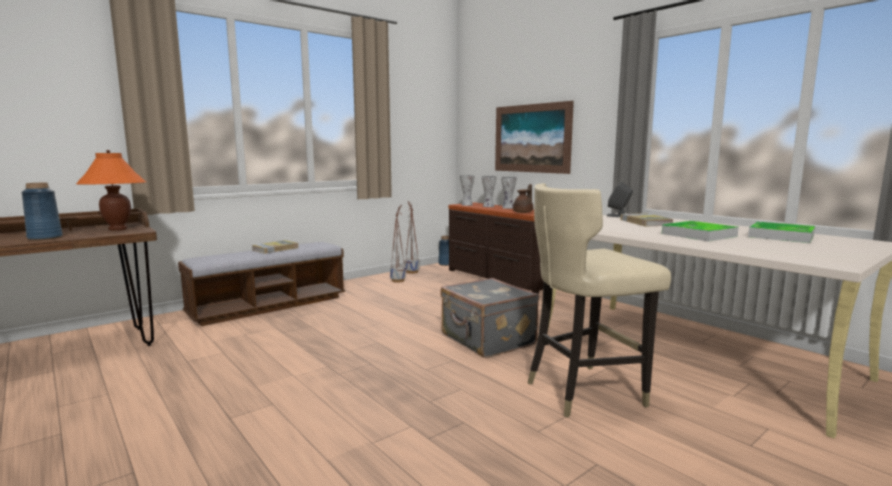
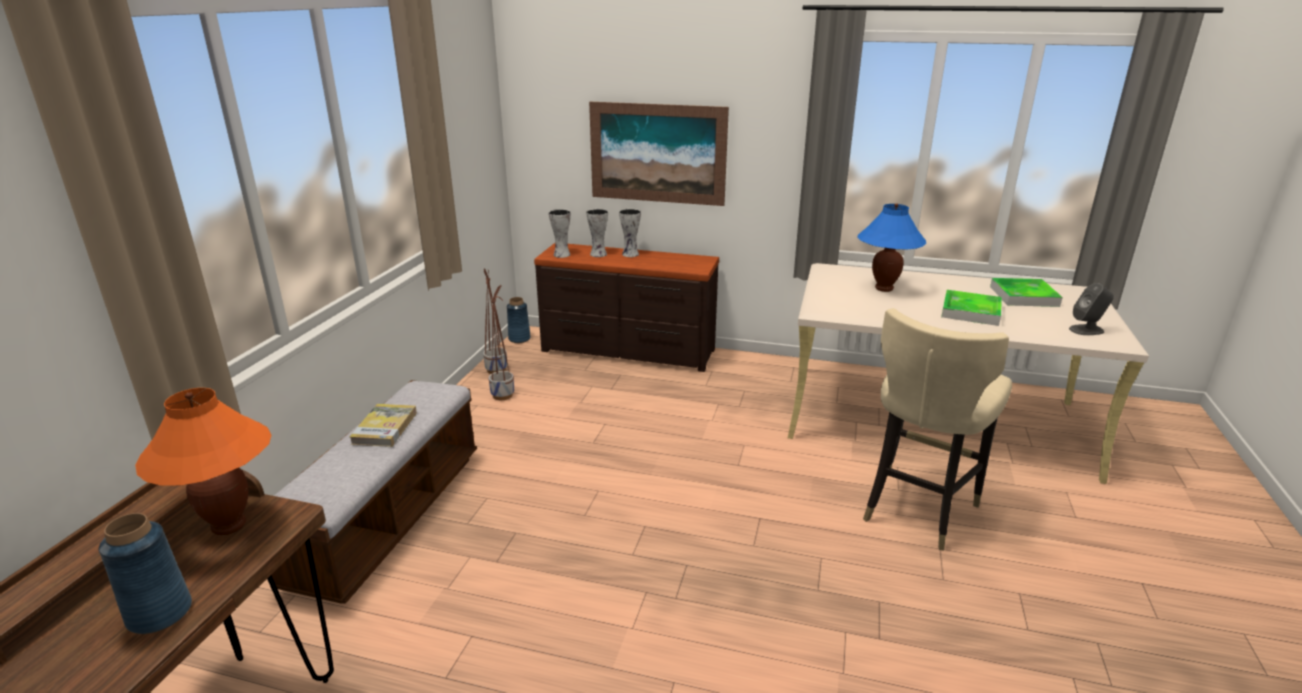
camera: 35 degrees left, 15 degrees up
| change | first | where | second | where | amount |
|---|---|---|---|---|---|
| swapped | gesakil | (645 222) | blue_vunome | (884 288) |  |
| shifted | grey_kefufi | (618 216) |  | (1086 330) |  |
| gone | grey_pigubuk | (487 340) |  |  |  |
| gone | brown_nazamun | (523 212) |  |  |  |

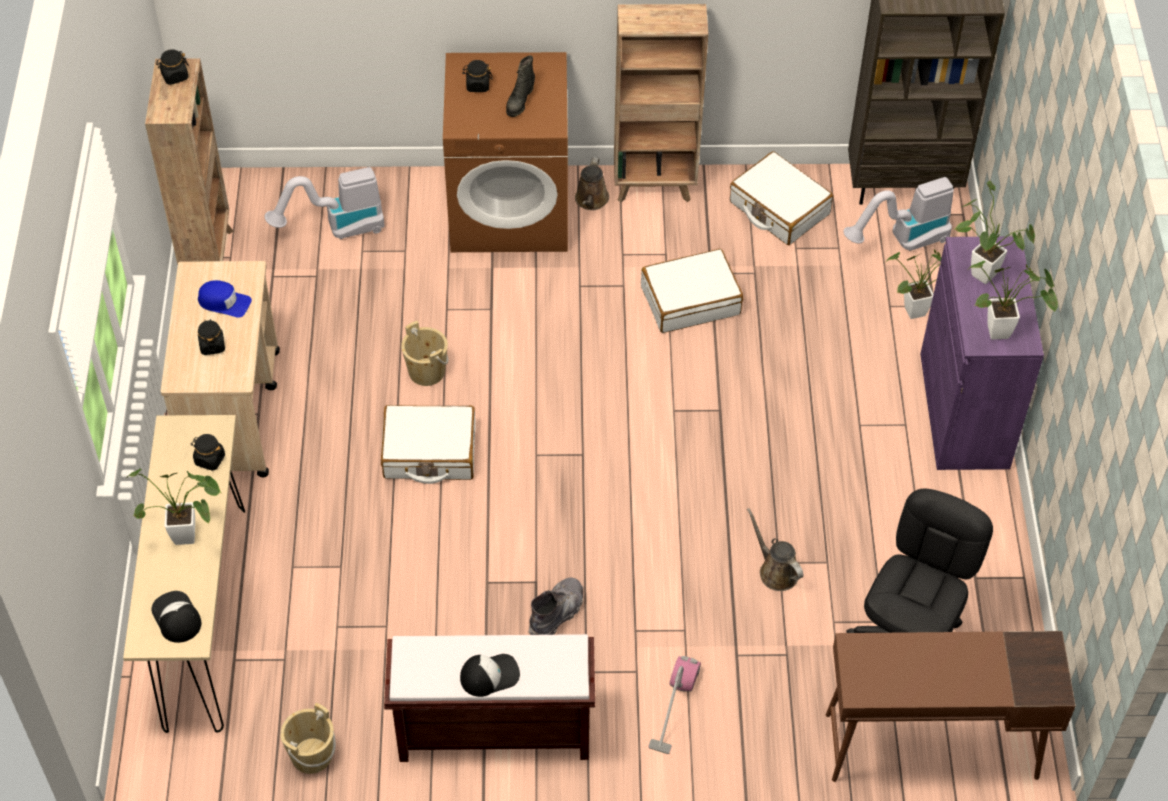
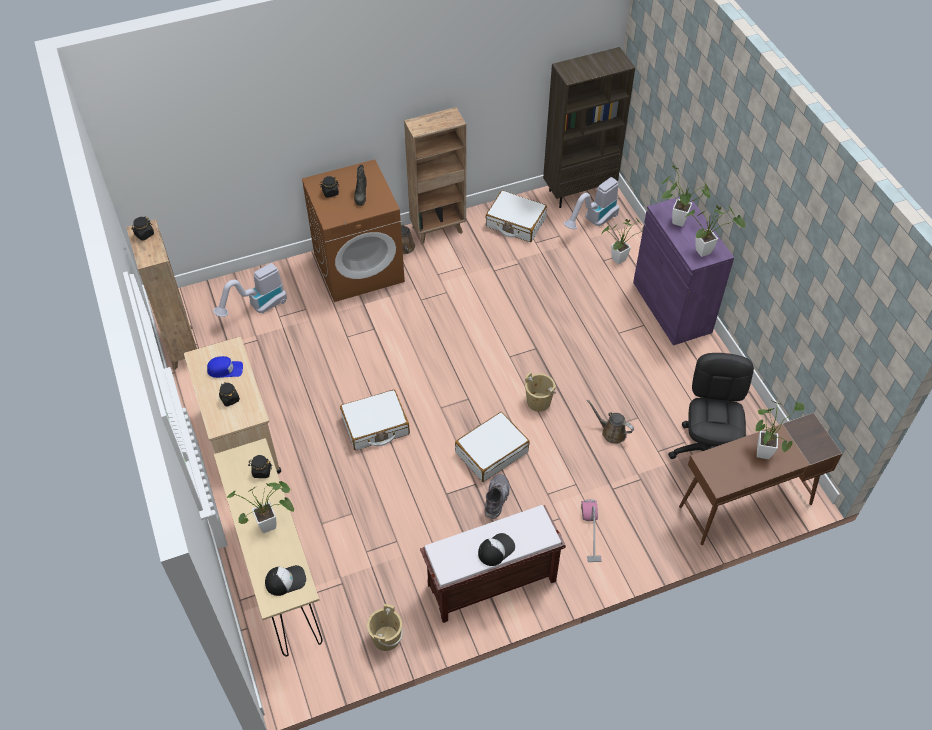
camera: 20 degrees left, 0 degrees up
| change | first | where | second | where | amount |
|---|---|---|---|---|---|
| rotated | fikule | (176 617) |  | (285 580) | 120 degrees clockwise |
| shifted | white_pigubuk | (690 300) |  | (491 452) |  |
| shifted | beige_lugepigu | (426 371) |  | (538 402) |  |
| new |  |  | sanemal | (763 450) |  |

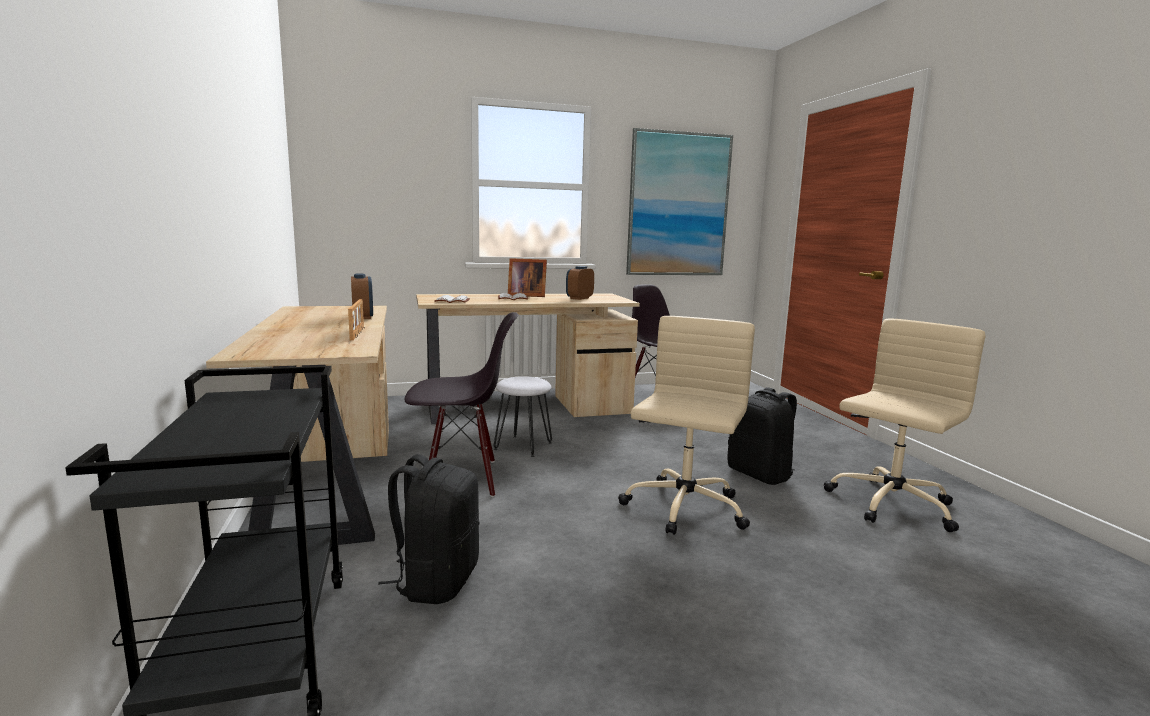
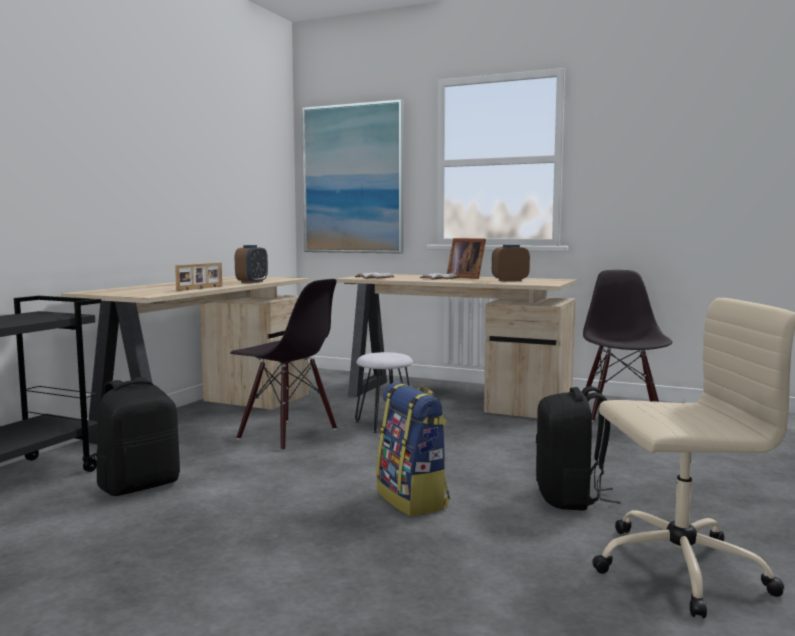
camera: 40 degrees right, 5 degrees down
| change | first | where | second | where | amount |
|---|---|---|---|---|---|
| shifted | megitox | (678 205) |  | (353 179) |  |
| swapped | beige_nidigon | (683 509) | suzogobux | (413 500) |  |

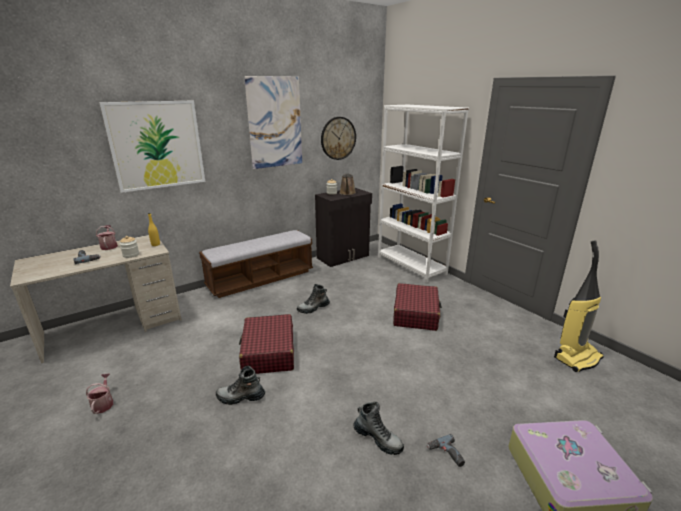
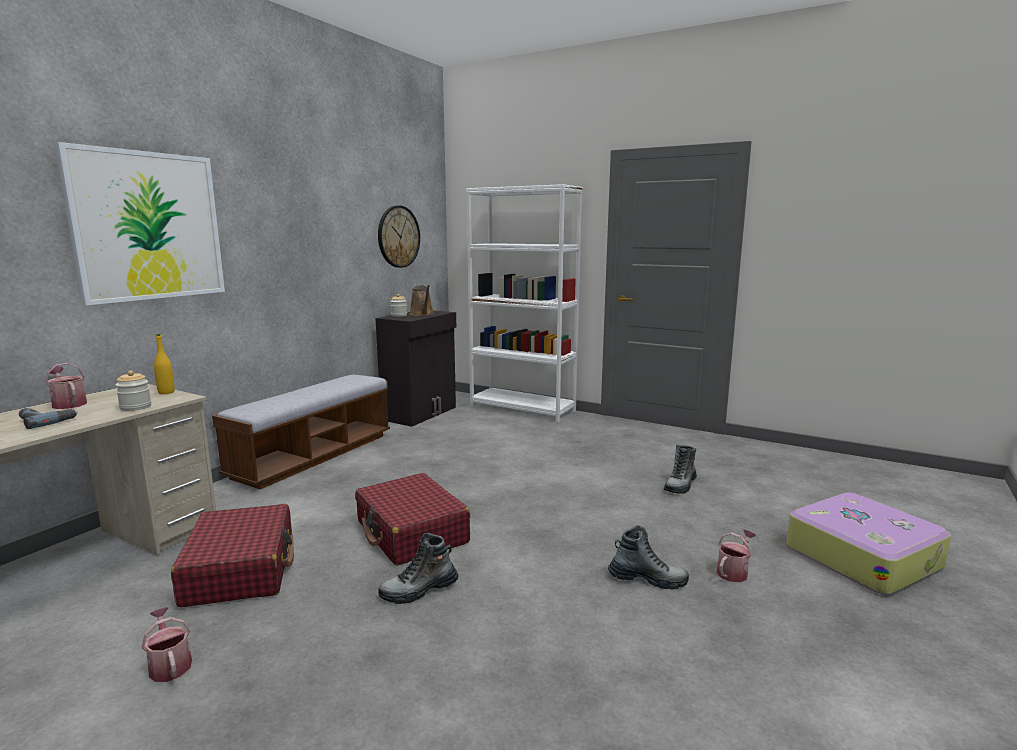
camera: 25 degrees left, 10 degrees down
| change | first | where | second | where | amount |
|---|---|---|---|---|---|
| shifted | red_pigubuk | (415 314) |  | (241 569) |  |
| shifted | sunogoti | (313 308) |  | (680 485) |  |
| swapped | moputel | (446 455) | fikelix | (734 571) |  |
| gone | megitox | (275 123) |  |  |  |
| gone | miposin | (577 357) |  |  |  |

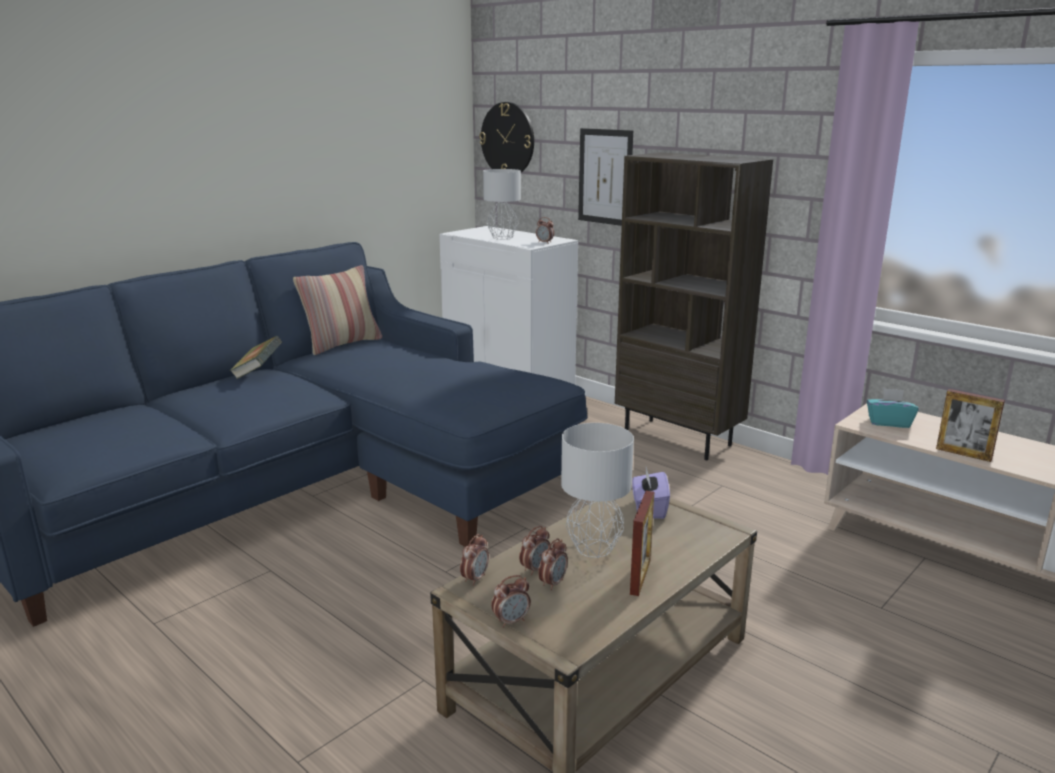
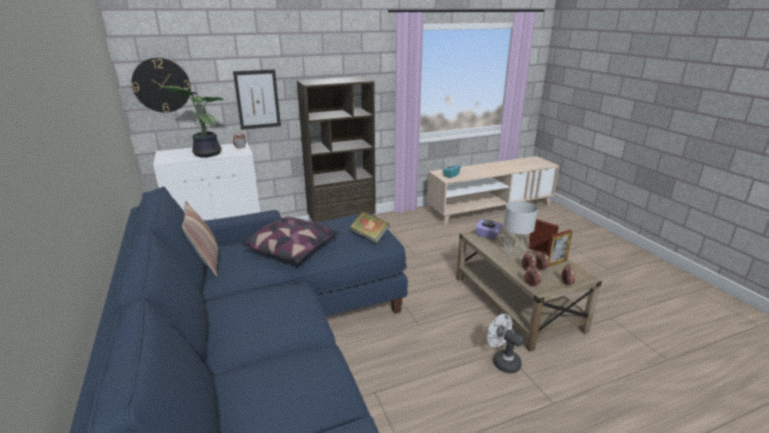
camera: 65 degrees left, 5 degrees up
| change | first | where | second | where | amount |
|---|---|---|---|---|---|
| swapped | grey_vunome | (502 238) | sanemal | (205 154) |  |
| new |  |  | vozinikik | (293 250) |  |
| shifted | gesakil | (258 372) |  | (369 236) |  |
| new |  |  | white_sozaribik | (502 361) |  |
| shifted | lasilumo | (963 454) |  | (555 263) |  |

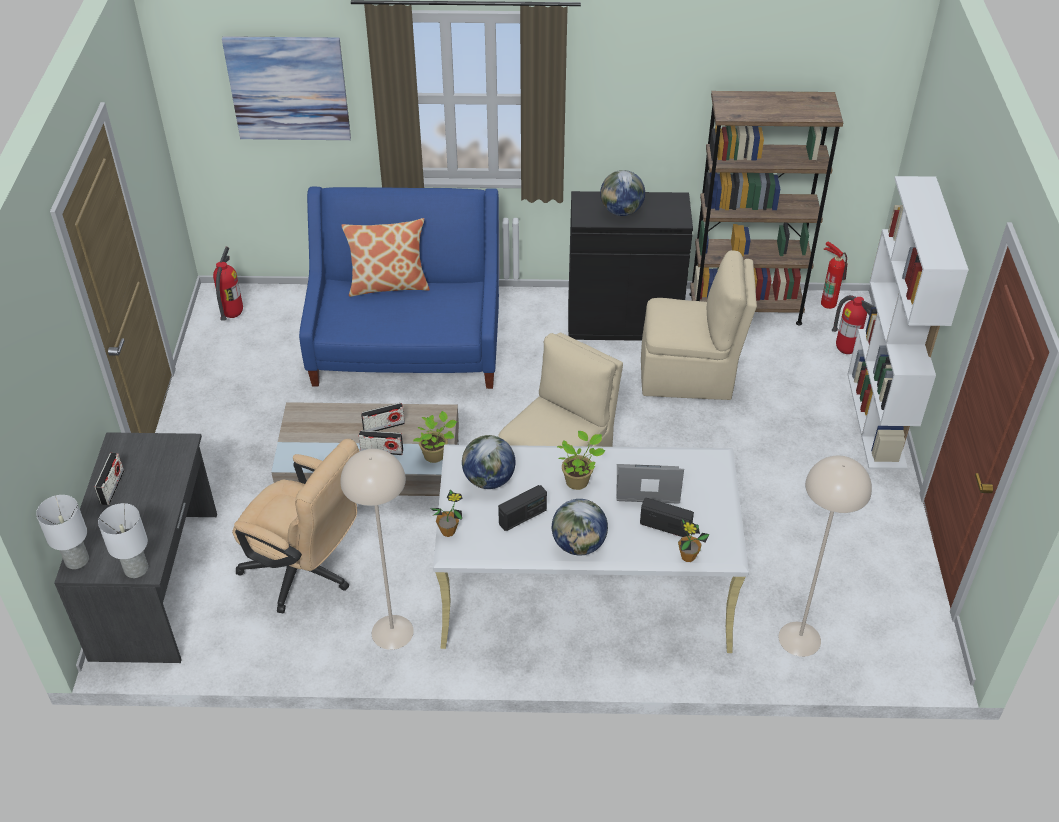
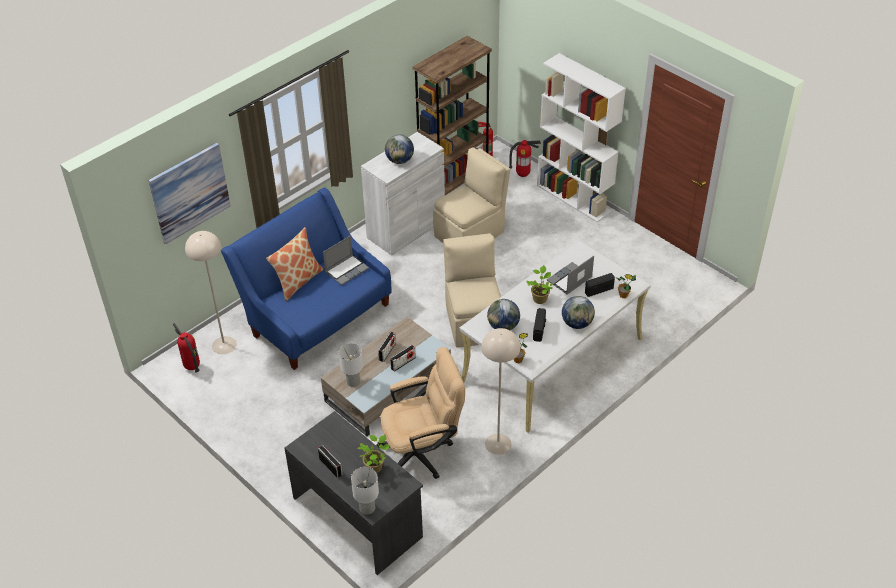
camera: 45 degrees left, 0 degrees up
| change | first | where | second | where | amount |
|---|---|---|---|---|---|
| shifted | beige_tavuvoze | (800 638) |  | (224 345) |  |
| new |  |  | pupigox | (346 270) |  |
| shifted | white_vunome | (136 569) |  | (353 381) |  |
| shifted | sanemal | (436 455) |  | (375 467) |  |
| repainted | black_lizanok | (623 321) | white_lizanok | (406 229) |  |

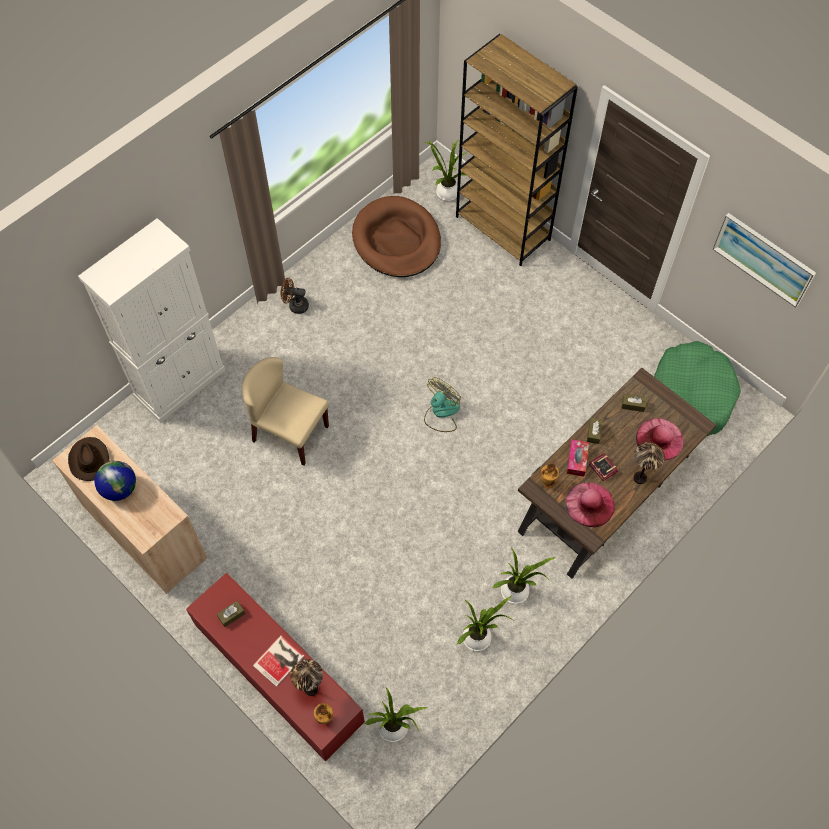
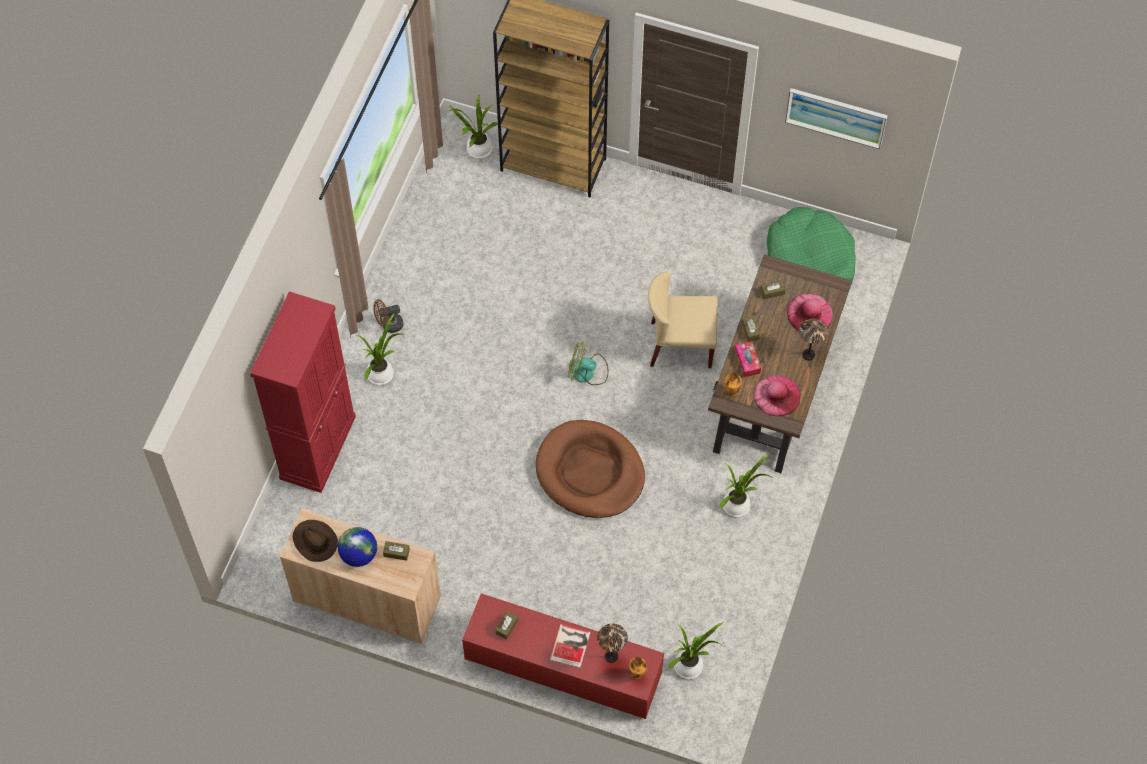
camera: 25 degrees left, 0 degrees up
| change | first | where | second | where | amount |
|---|---|---|---|---|---|
| repainted | white_lizanok | (180 383) | red_lizanok | (318 447) |  |
| shifted | sanemal | (479 637) |  | (382 373) |  |
| new |  |  | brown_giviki | (396 553) |  |
| shifted | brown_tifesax | (397 240) |  | (590 472) |  |
| rotated | sozaribik | (441 413) |  | (587 372) | 90 degrees counterclockwise |
| shifted | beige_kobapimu | (290 433) |  | (680 345) |  |
| gone | gesakil | (603 469) |  |  |  |

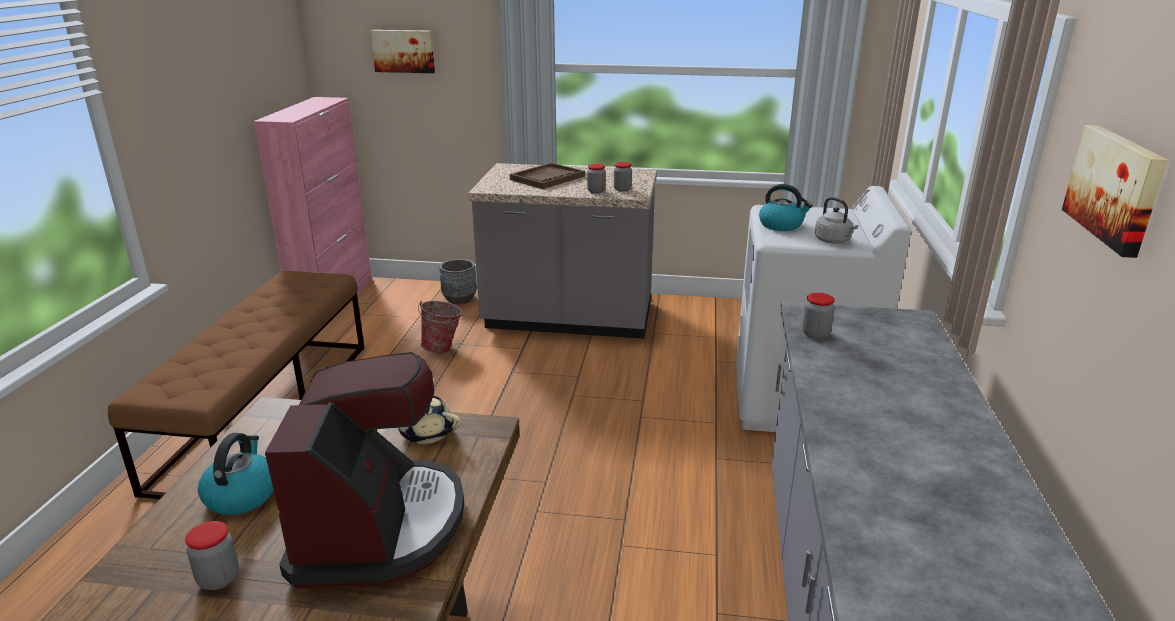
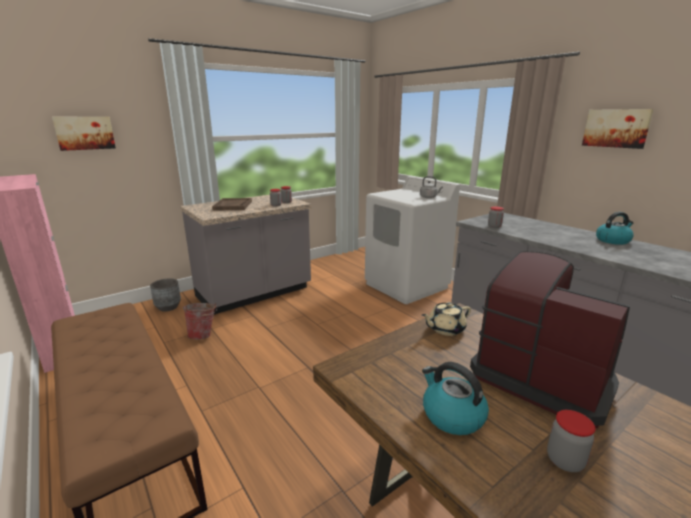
camera: 45 degrees left, 5 degrees down
| change | first | where | second | where | amount |
|---|---|---|---|---|---|
| shifted | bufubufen | (781 225) |  | (613 240) |  |

